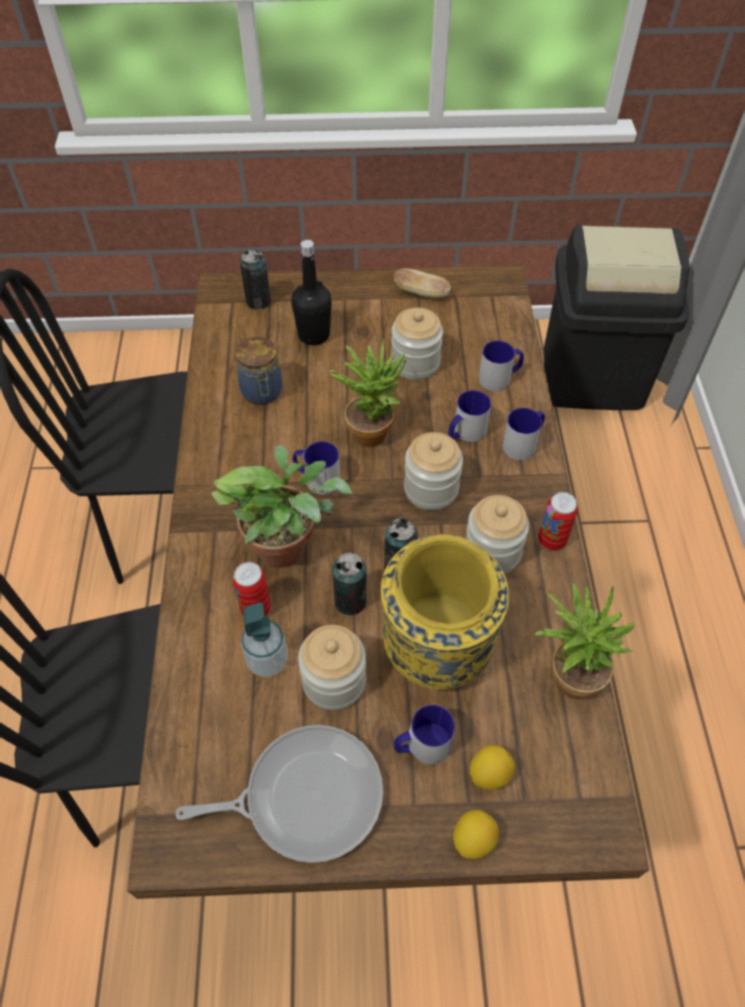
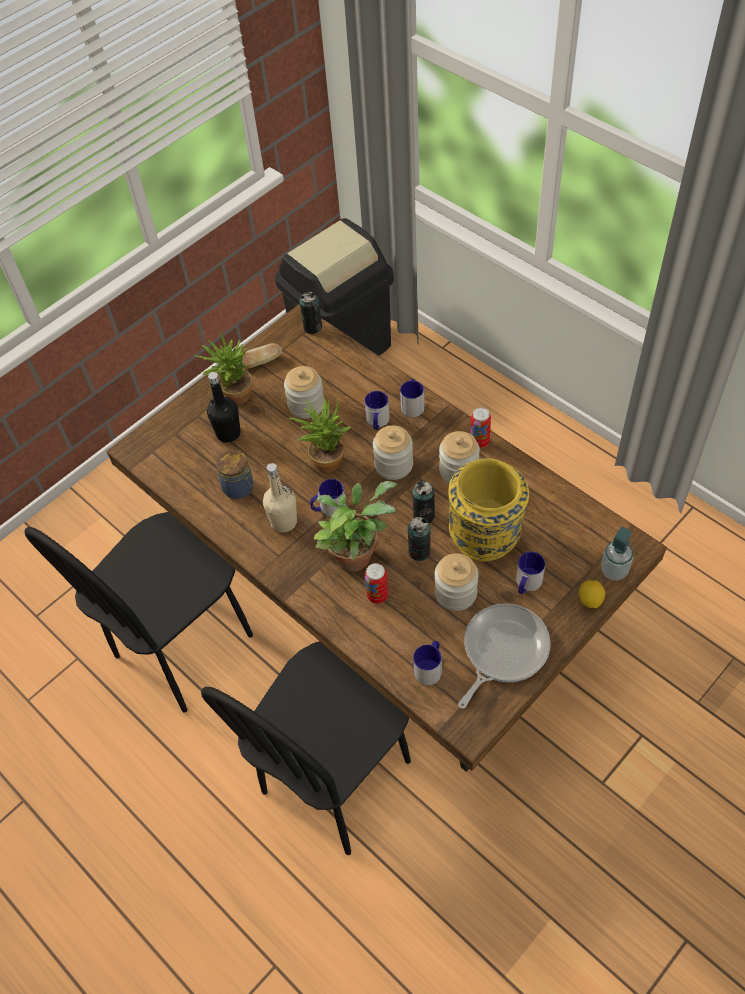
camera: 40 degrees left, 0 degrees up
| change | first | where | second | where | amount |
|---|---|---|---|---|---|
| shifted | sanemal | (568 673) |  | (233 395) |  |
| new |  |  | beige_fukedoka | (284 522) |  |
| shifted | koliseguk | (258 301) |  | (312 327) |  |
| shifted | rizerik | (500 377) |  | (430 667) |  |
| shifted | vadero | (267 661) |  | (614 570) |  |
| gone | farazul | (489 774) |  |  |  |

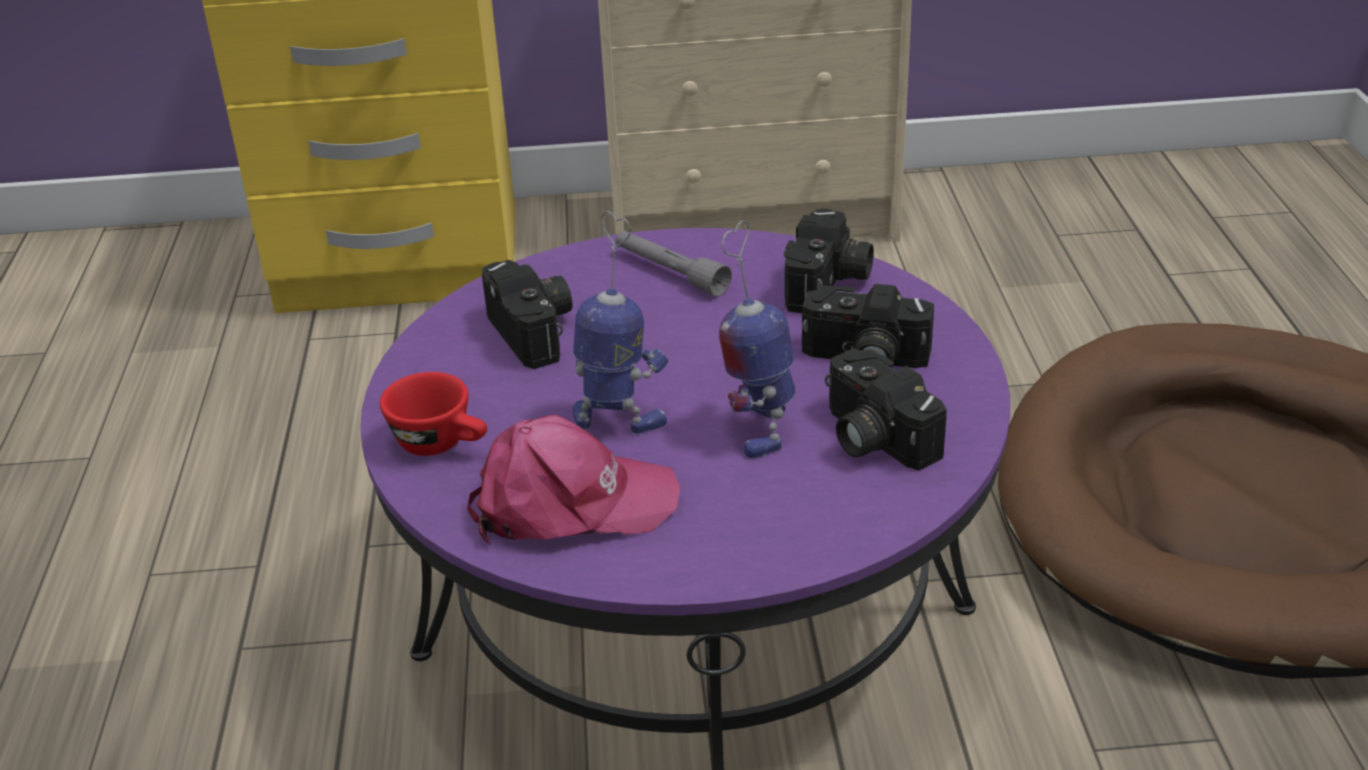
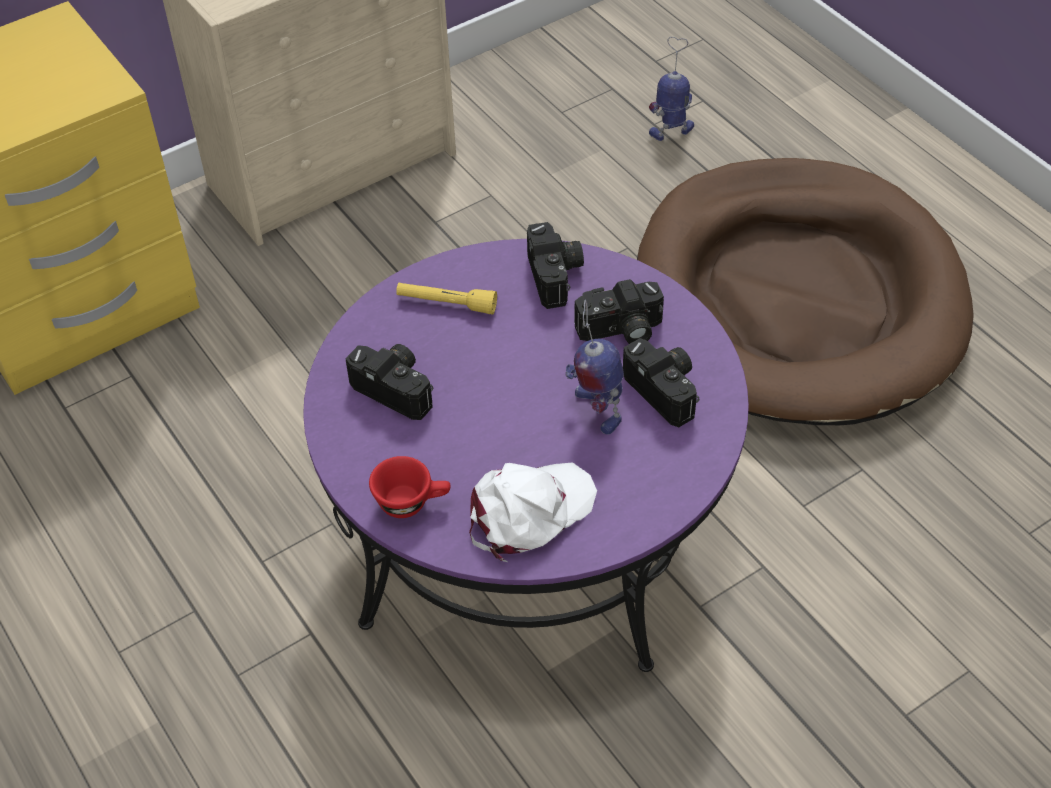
camera: 30 degrees left, 15 degrees up
| change | first | where | second | where | amount |
|---|---|---|---|---|---|
| repainted | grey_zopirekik | (670 273) | yellow_zopirekik | (446 304) |  |
| repainted | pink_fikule | (570 504) | white_fikule | (528 512) |  |
| rotated | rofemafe | (871 437) |  | (666 390) | 150 degrees counterclockwise |
| shifted | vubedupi | (619 421) |  | (672 131) |  |

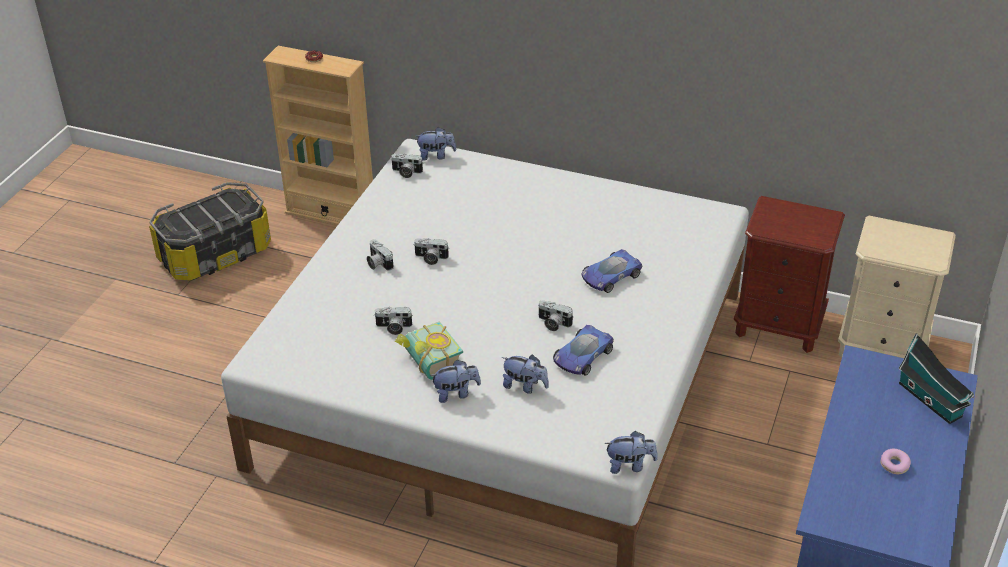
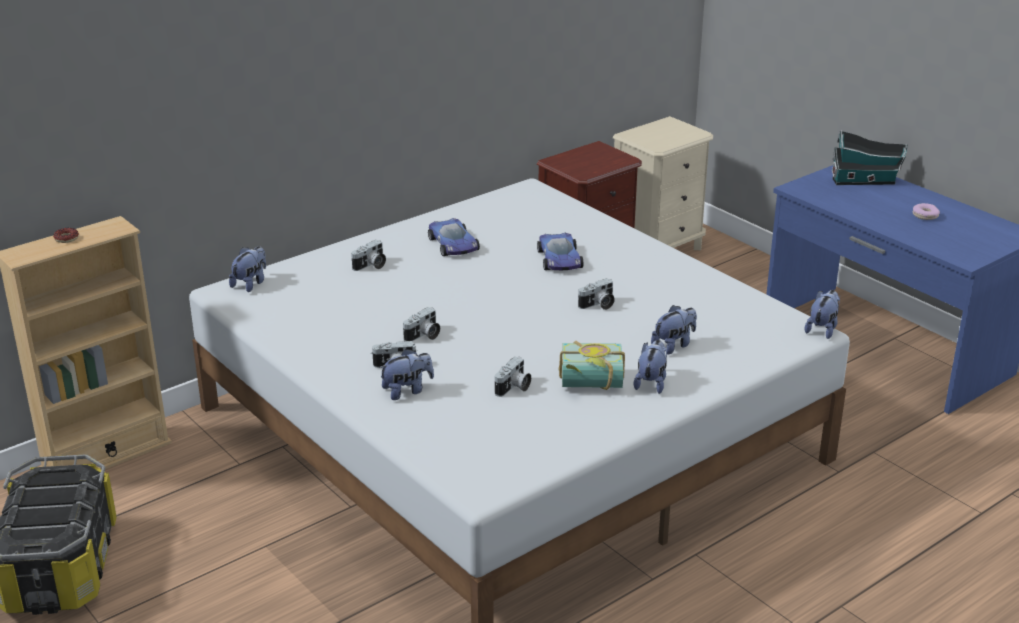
camera: 60 degrees left, 10 degrees down
| change | first | where | second | where | amount |
|---|---|---|---|---|---|
| shifted | rofemafe | (406 172) |  | (371 266) |  |
| new |  |  | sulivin | (407 391) |  |
| shifted | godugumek | (582 356) |  | (453 245) |  |

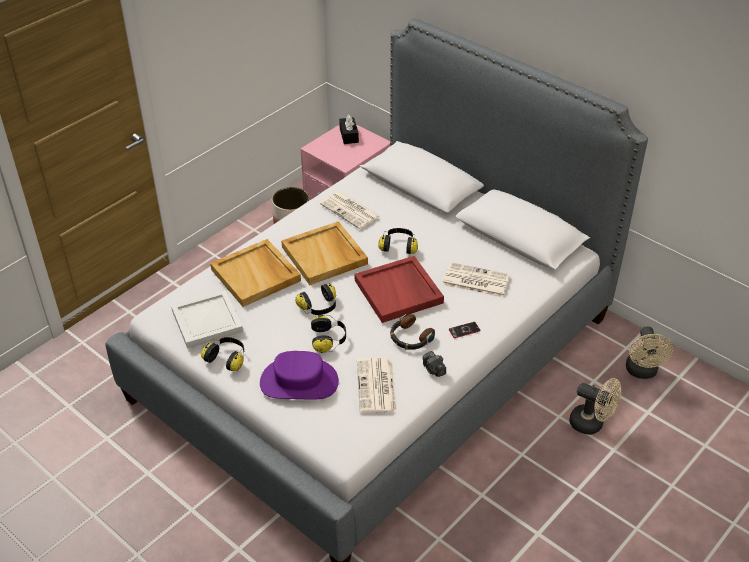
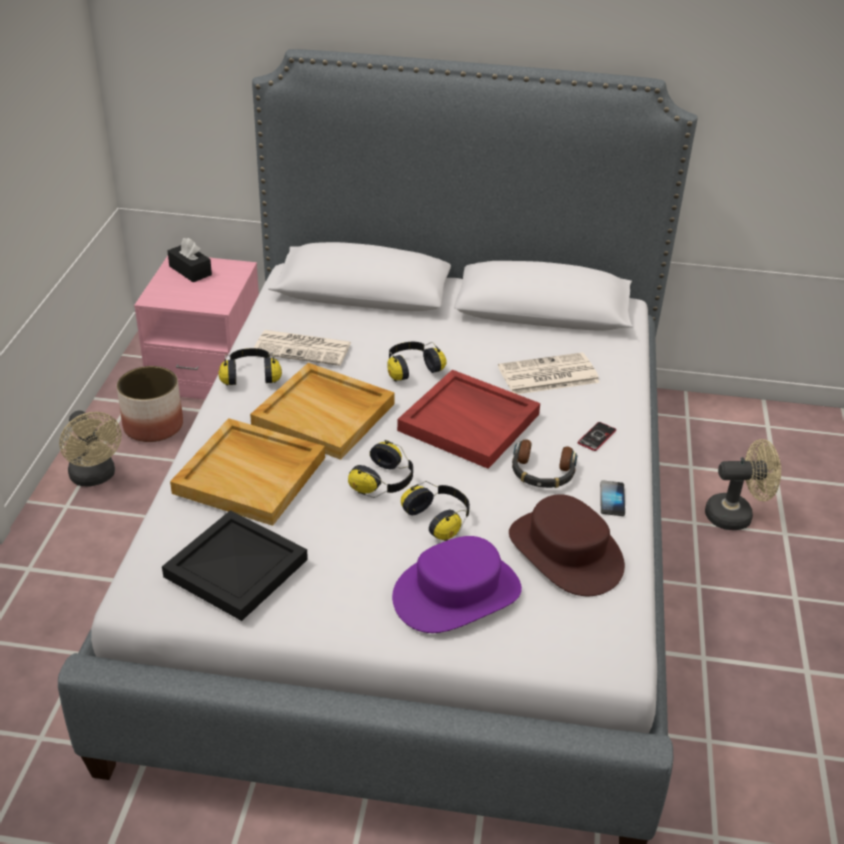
camera: 35 degrees left, 5 degrees down
| change | first | where | second | where | amount |
|---|---|---|---|---|---|
| shifted | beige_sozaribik | (642 372) |  | (95 477) |  |
| repainted | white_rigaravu | (206 322) | black_rigaravu | (236 570) |  |
| shifted | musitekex | (227 358) |  | (250 376) |  |
| swapped | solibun | (377 387) | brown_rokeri | (566 552) |  |
| swapped | rofemafe | (434 370) | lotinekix | (612 499) |  |

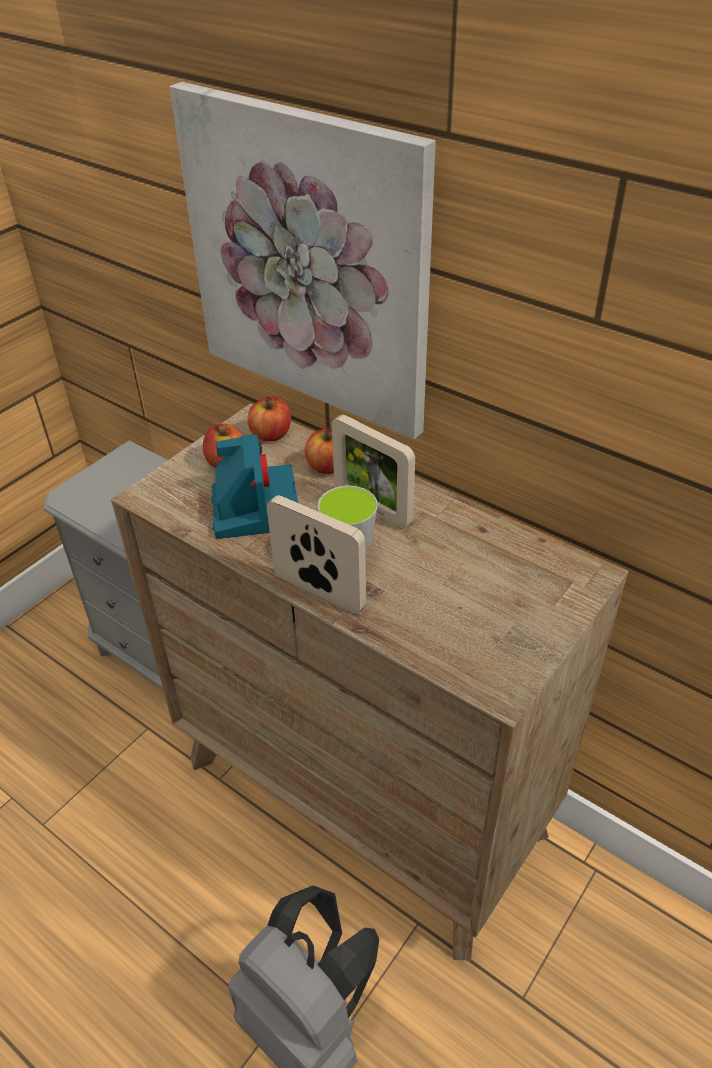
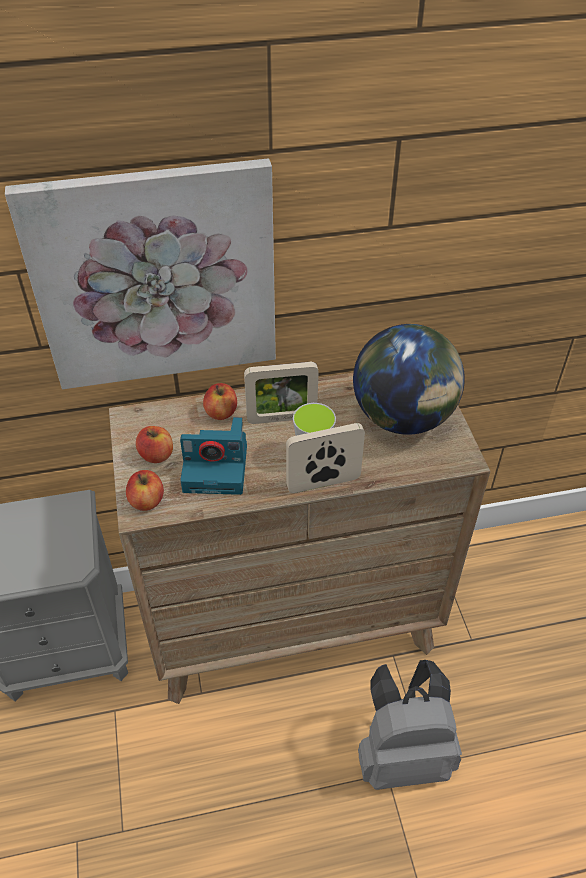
camera: 50 degrees left, 5 degrees up
| change | first | where | second | where | amount |
|---|---|---|---|---|---|
| shifted | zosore | (271 435) |  | (147 501) |  |
| rotated | rofemafe | (254 508) |  | (217 468) | 150 degrees clockwise |
| new |  |  | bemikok | (403 417) |  |

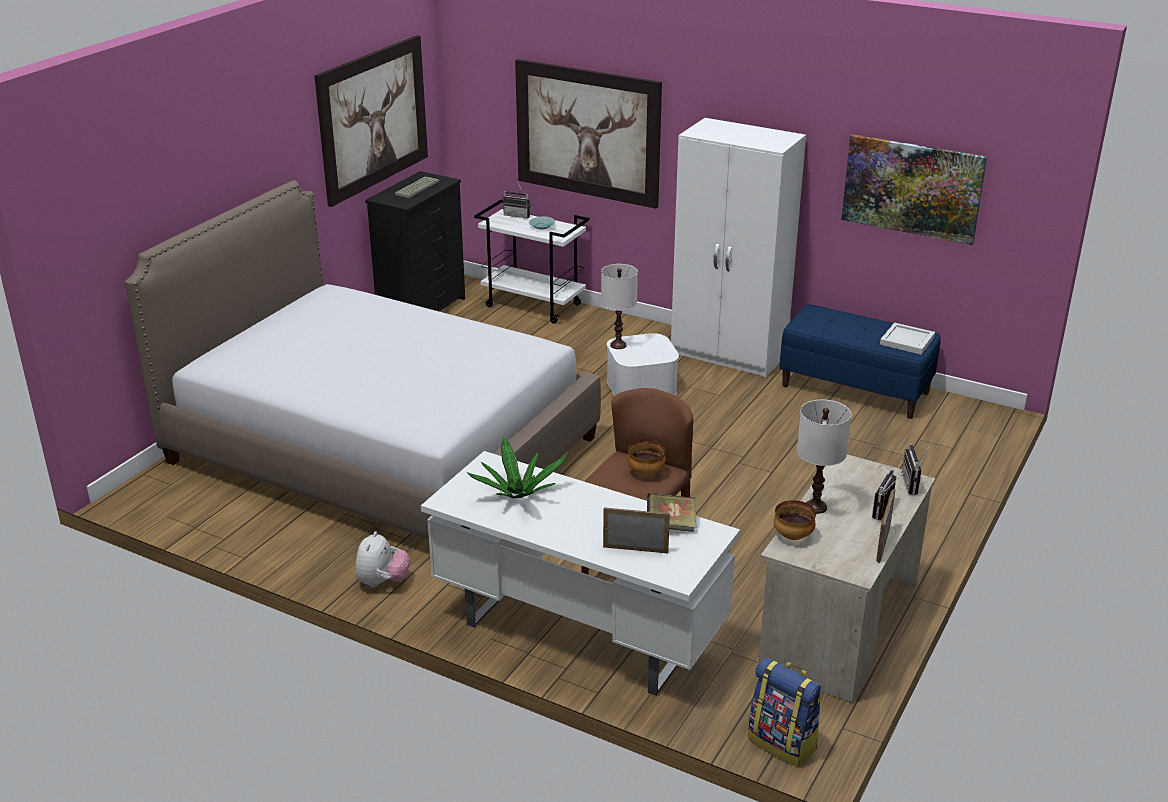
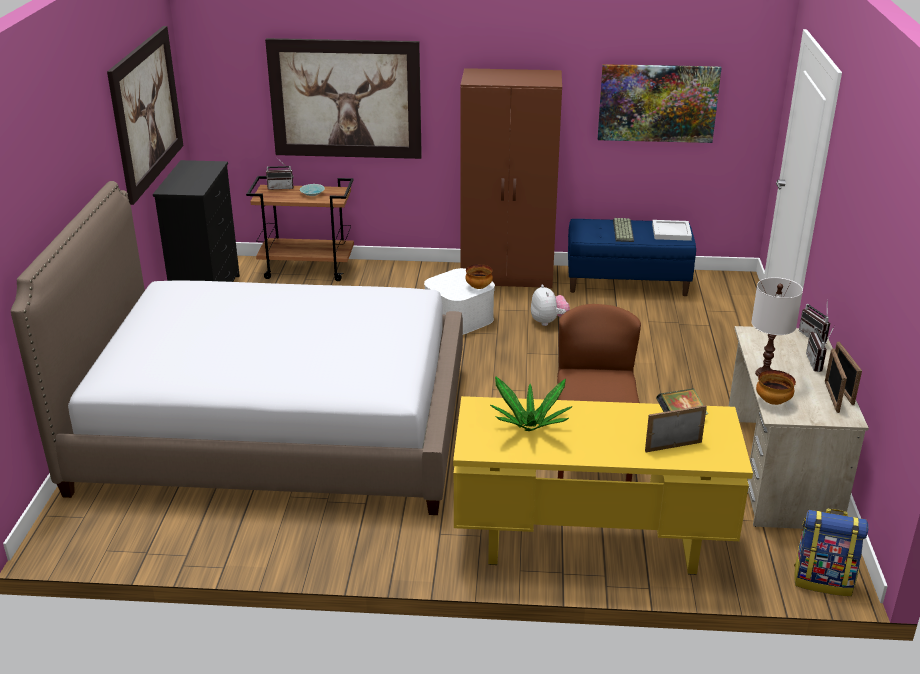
camera: 25 degrees left, 0 degrees up
| change | first | where | second | where | amount |
|---|---|---|---|---|---|
| repainted | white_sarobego | (534 305) | brown_sarobego | (308 269) |  |
| repainted | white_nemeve | (577 636) | yellow_nemeve | (589 544) |  |
| repainted | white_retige | (729 355) | brown_retige | (508 276) |  |
| shifted | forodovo | (645 472) |  | (478 287) |  |
| shifted | sulivin | (382 582) |  | (548 321) |  |
| shifted | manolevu | (417 189) |  | (622 230) |  |
| new |  |  | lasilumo | (831 397) |  |
| gone | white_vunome | (618 345) |  |  |  |

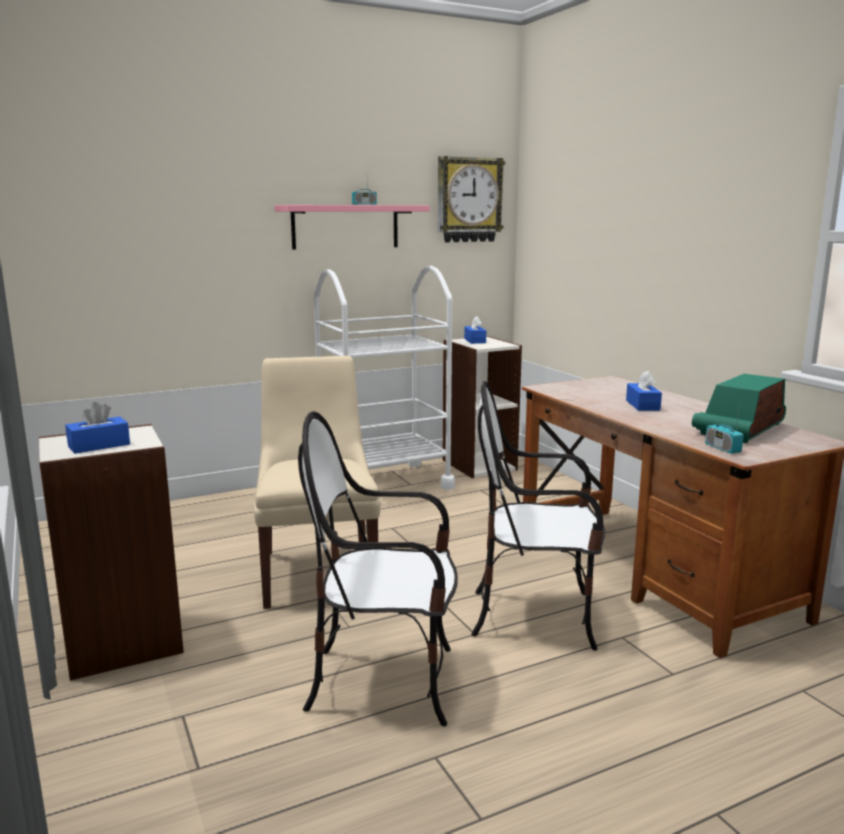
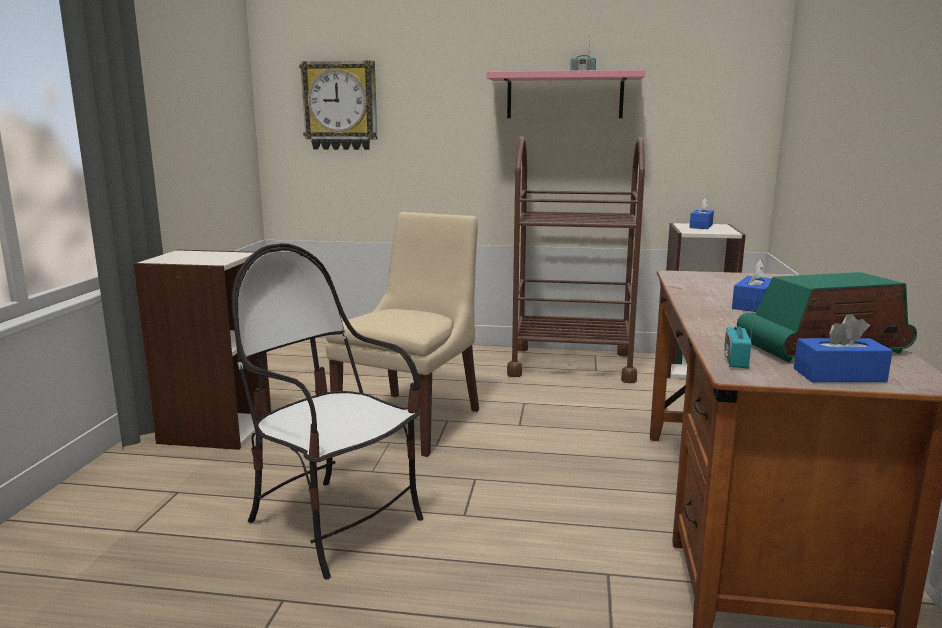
camera: 35 degrees right, 0 degrees up
| change | first | where | second | where | amount |
|---|---|---|---|---|---|
| shifted | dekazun | (468 200) |  | (340 106) |  |
| repainted | white_sarobego | (384 483) | brown_sarobego | (571 364) |  |
| shifted | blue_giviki | (99 445) |  | (839 375) |  |
| gone | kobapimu | (535 616) |  |  |  |

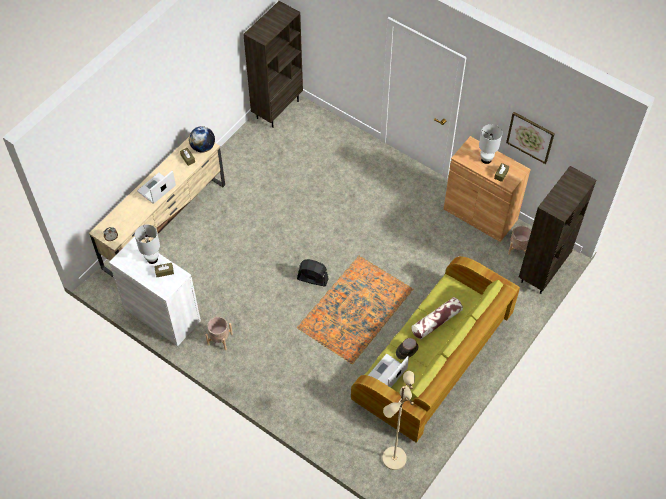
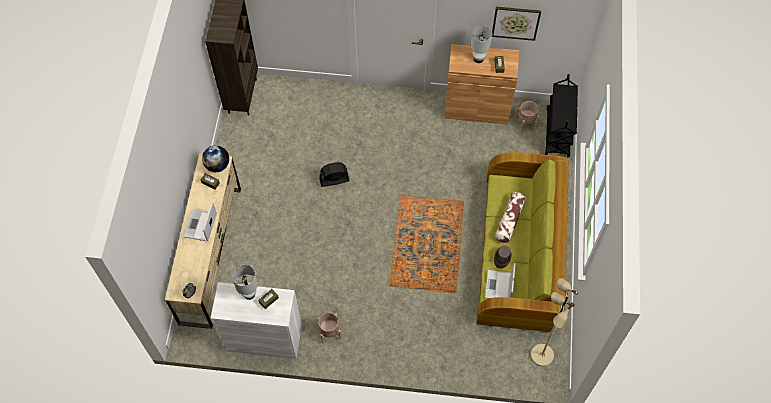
camera: 30 degrees left, 5 degrees up
| change | first | where | second | where | amount |
|---|---|---|---|---|---|
| shifted | black_sozaribik | (312 279) |  | (334 180) |  |
| swapped | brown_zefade | (543 272) | black_sarobego | (557 133) |  |

